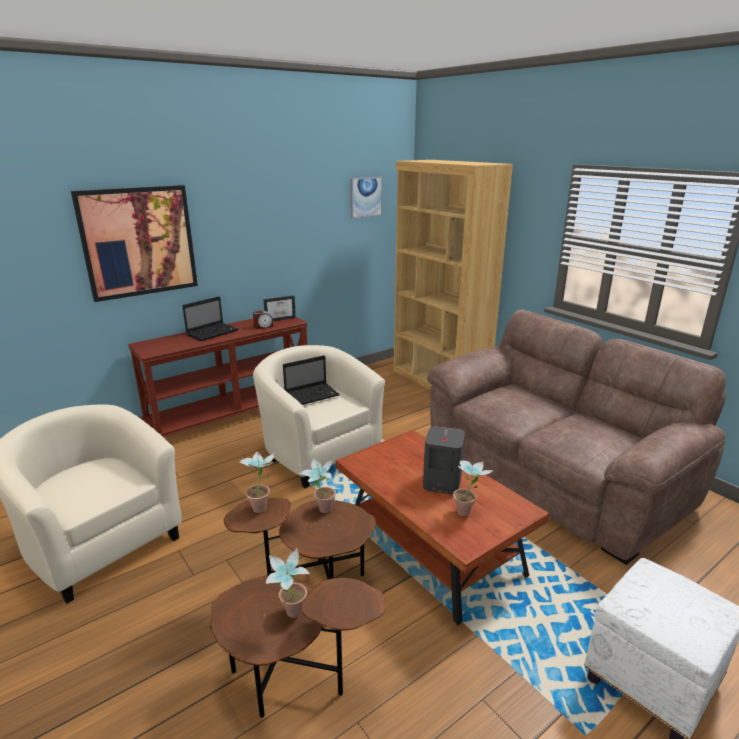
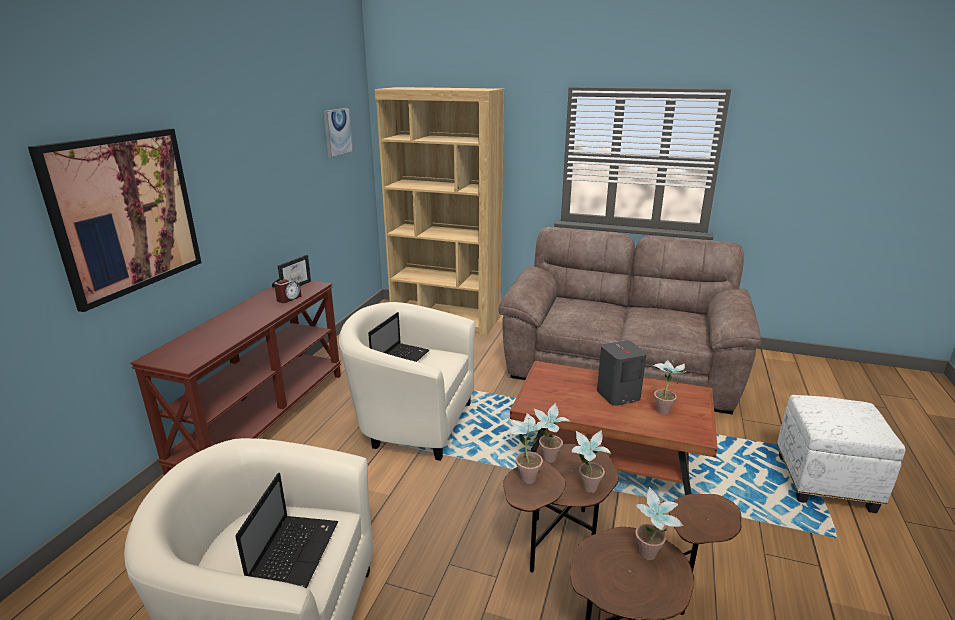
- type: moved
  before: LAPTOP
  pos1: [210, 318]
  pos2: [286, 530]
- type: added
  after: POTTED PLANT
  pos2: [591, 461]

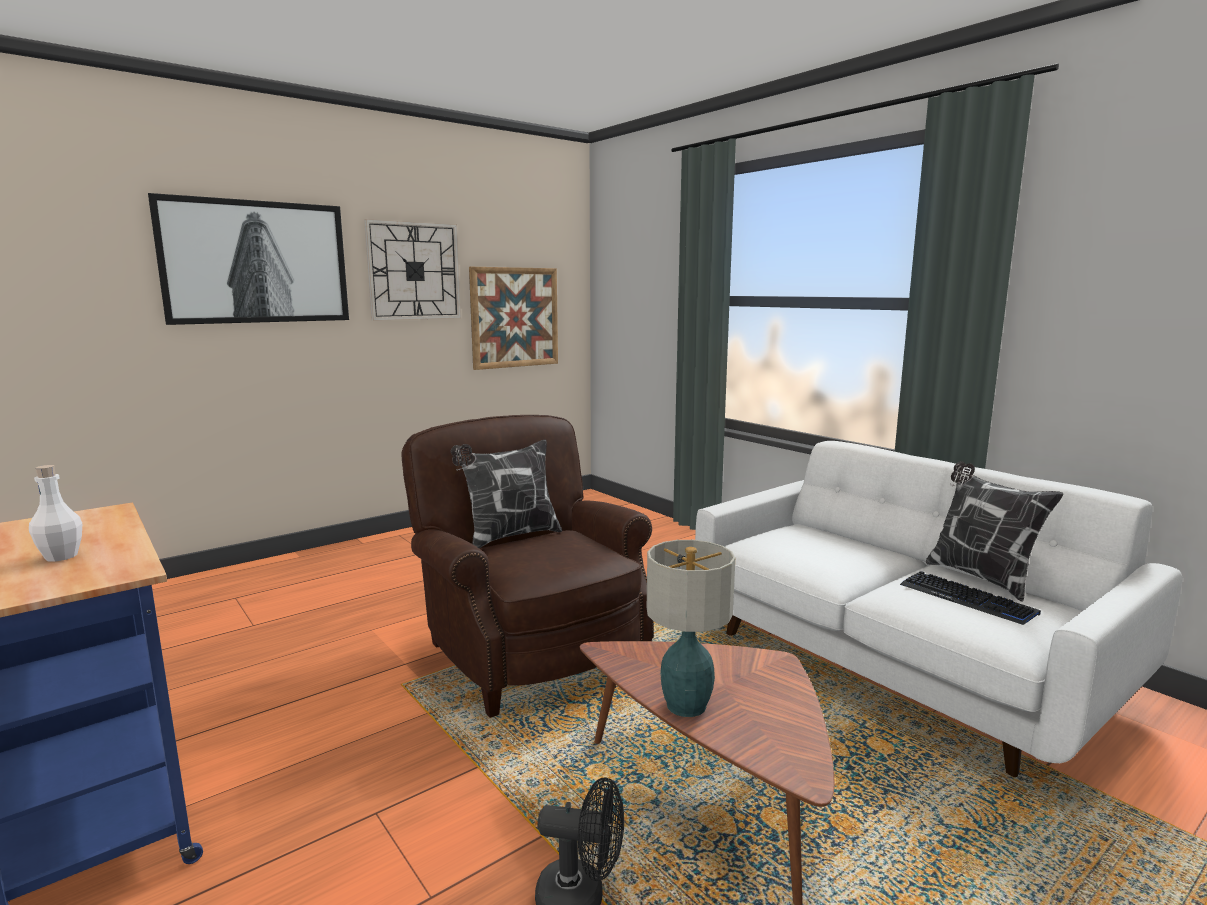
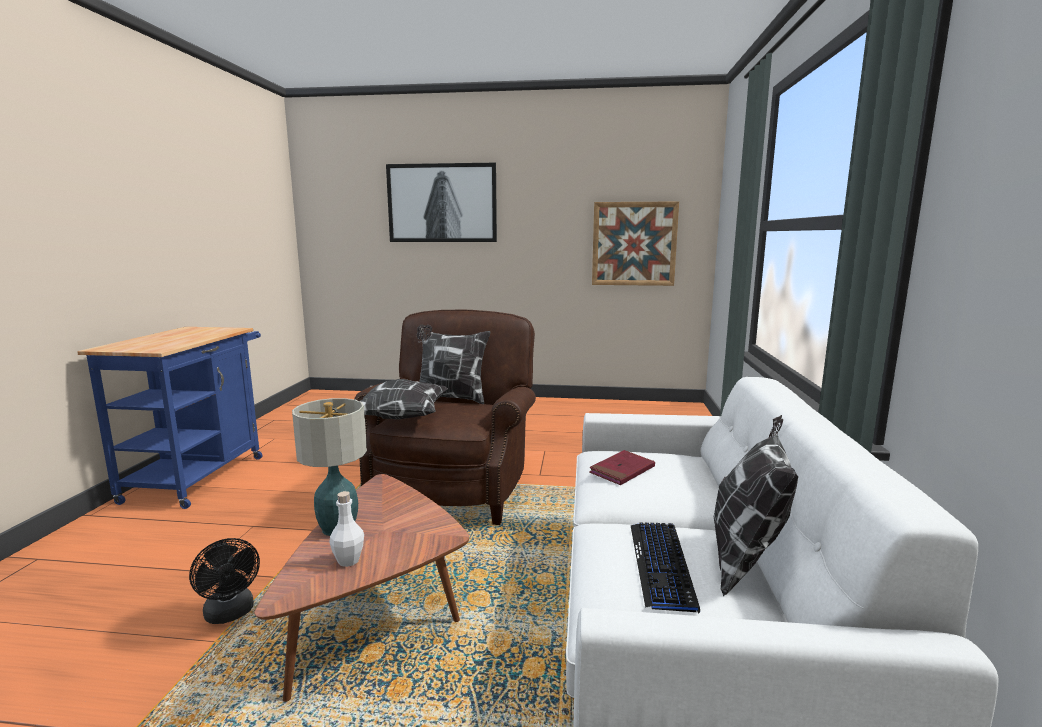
- type: removed
  before: WALL CLOCK
  pos1: [412, 270]
- type: moved
  before: WHITE BOTTLE
  pos1: [55, 513]
  pos2: [346, 529]
- type: added
  after: PILLOW
  pos2: [404, 399]
- type: added
  after: RED BOOK
  pos2: [622, 467]

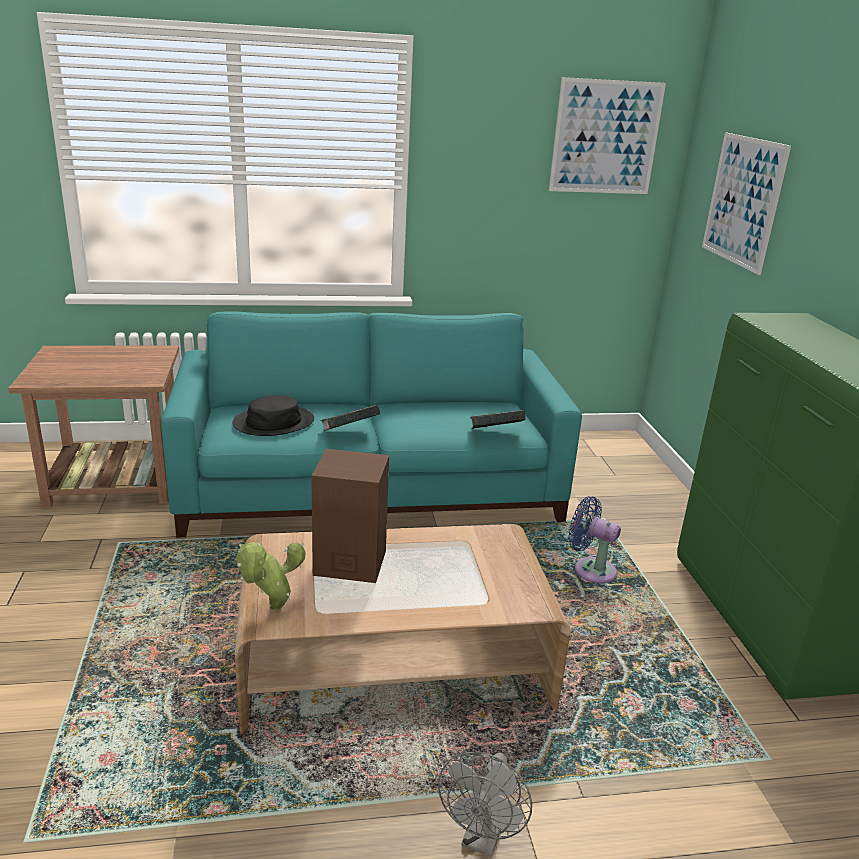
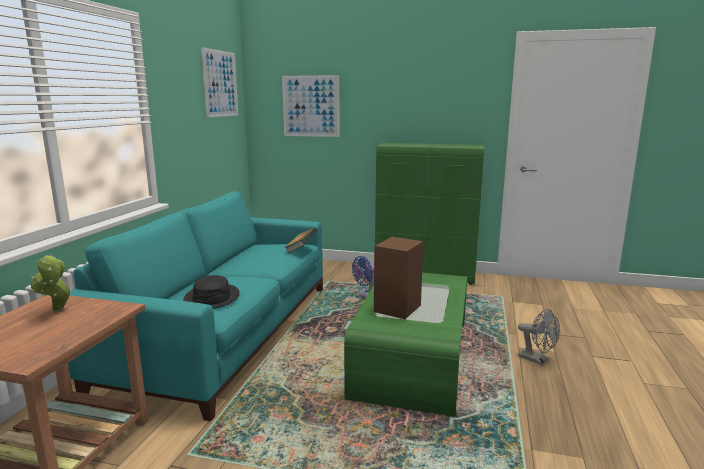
- type: removed
  before: BOOK
  pos1: [350, 418]
- type: recoloured
  before: BROWN COFFEE TABLE
  after: GREEN COFFEE TABLE
  pos1: [402, 629]
  pos2: [405, 344]
- type: moved
  before: POTTED PLANT
  pos1: [271, 576]
  pos2: [51, 283]

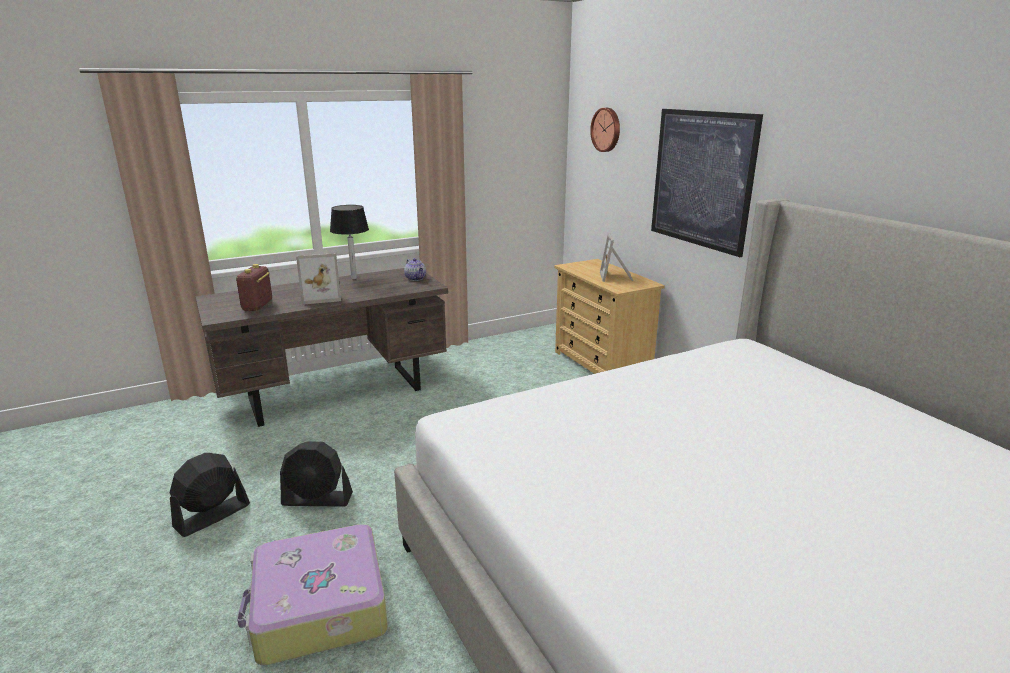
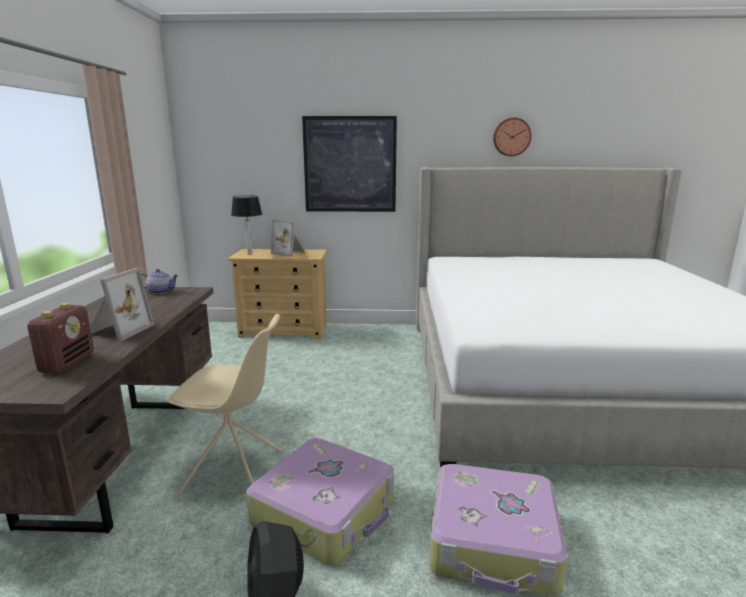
- type: moved
  before: WALL CLOCK
  pos1: [605, 130]
  pos2: [512, 137]
- type: moved
  before: TABLE LAMP
  pos1: [349, 242]
  pos2: [246, 225]
- type: turned
  before: RADIO
  pos1: [254, 287]
  pos2: [60, 338]
  turn: -120
- type: replaced
  before: BLACK FAN
  after: SUITCASE
  pos1: [316, 474]
  pos2: [320, 502]
- type: added
  after: BEIGE CHAIR
  pos2: [225, 404]

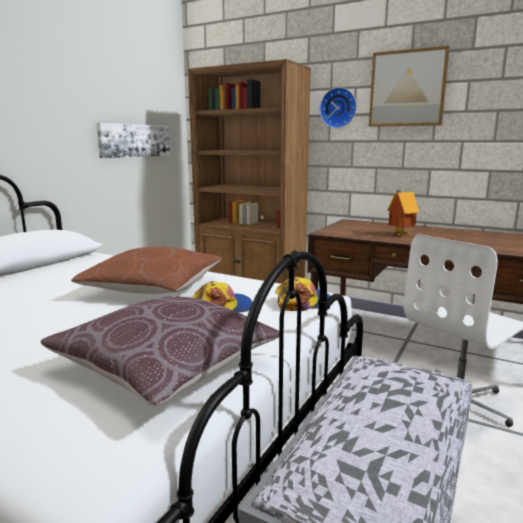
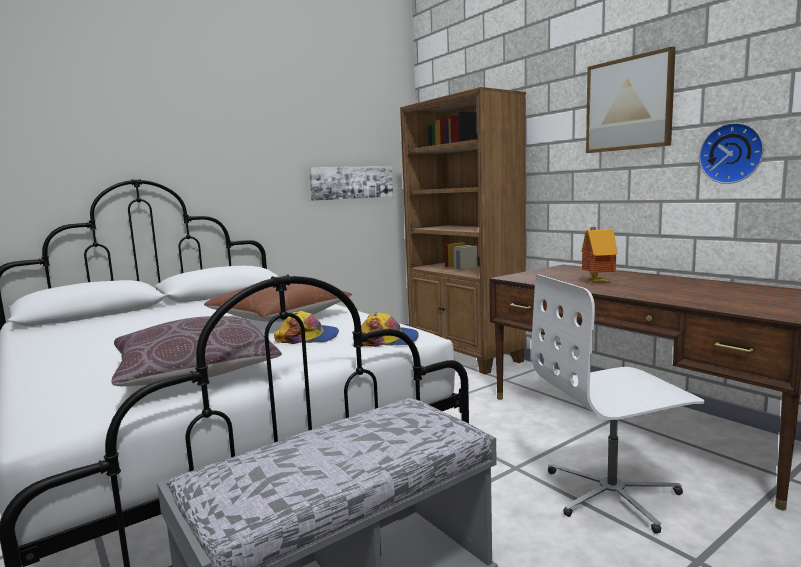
- type: moved
  before: WALL CLOCK
  pos1: [338, 107]
  pos2: [731, 153]

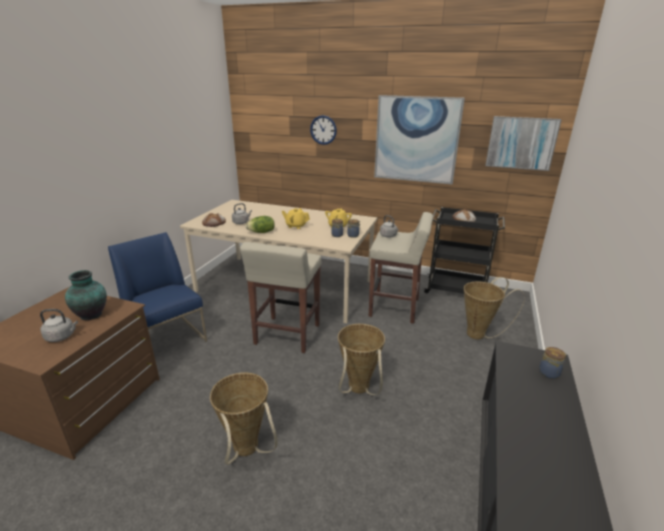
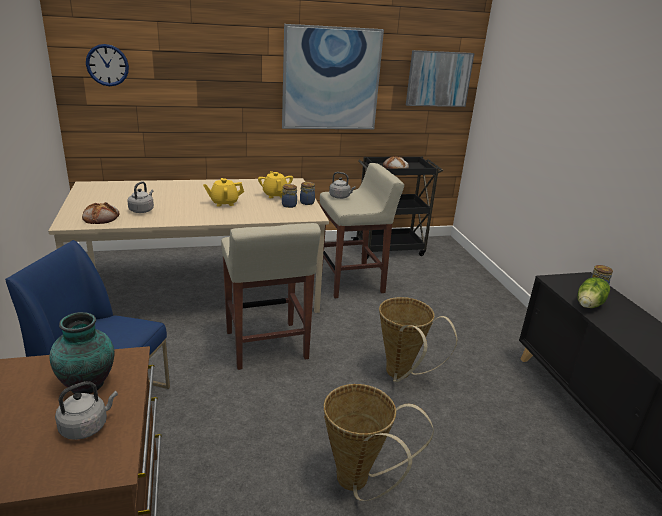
- type: moved
  before: WALL CLOCK
  pos1: [323, 130]
  pos2: [107, 65]
- type: moved
  before: LETTUCE
  pos1: [260, 224]
  pos2: [594, 292]
- type: removed
  before: BASKET
  pos1: [494, 308]

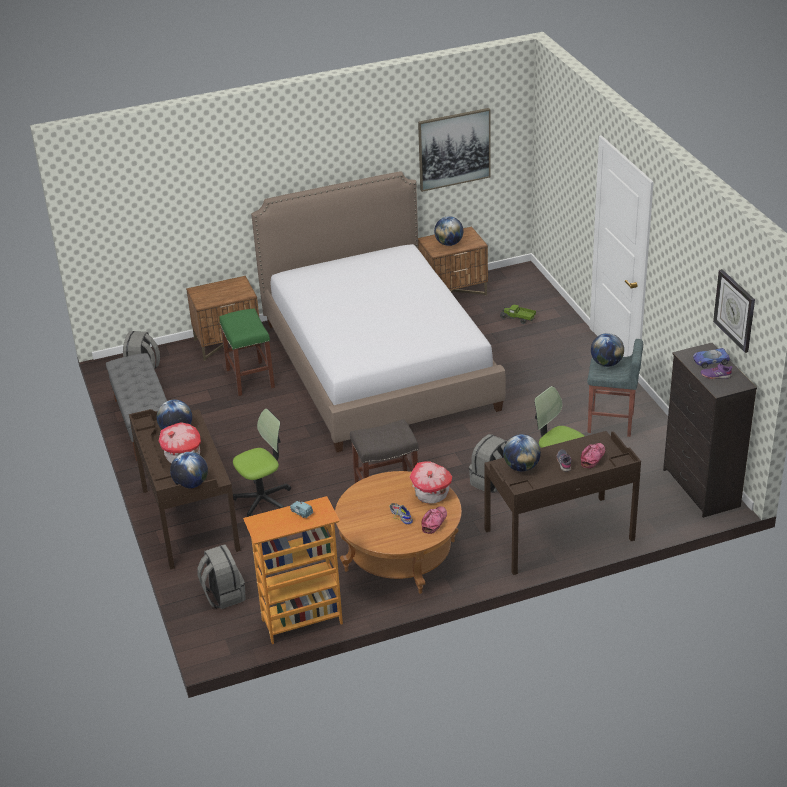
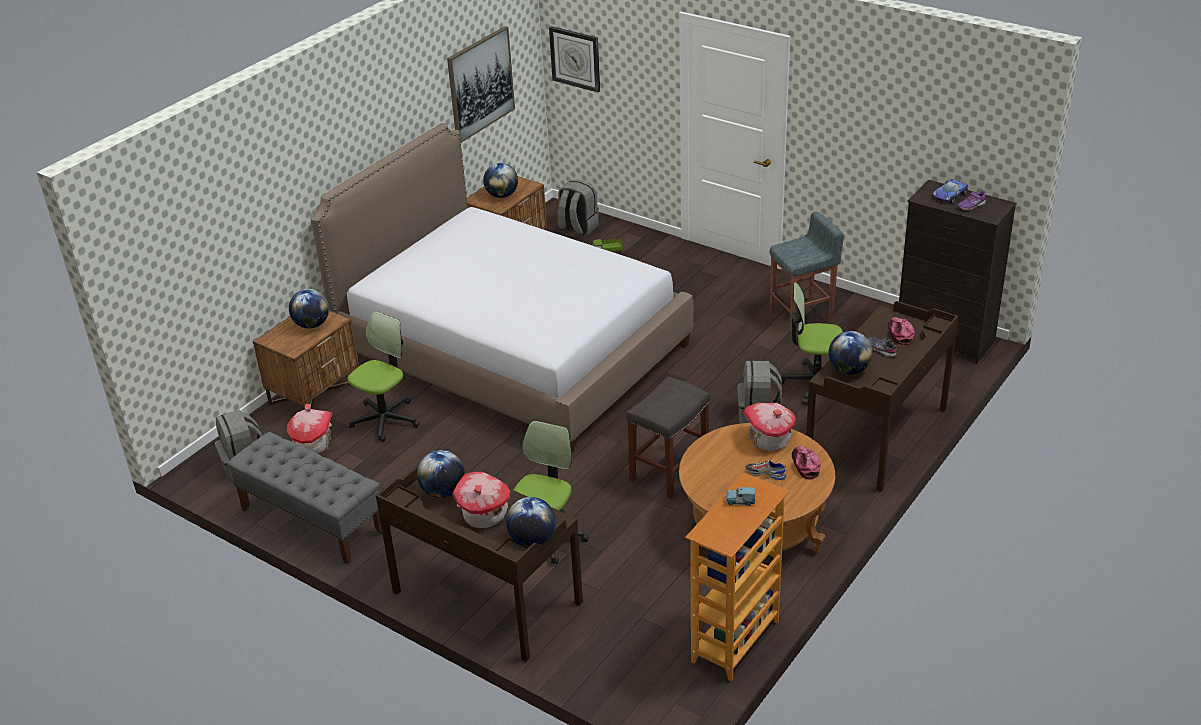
- type: moved
  before: WALL CLOCK
  pos1: [734, 311]
  pos2: [574, 59]
- type: replaced
  before: GREEN STOOL
  after: OFFICE CHAIR
  pos1: [247, 352]
  pos2: [384, 376]
- type: moved
  before: GLOBE
  pos1: [607, 350]
  pos2: [309, 309]
- type: moved
  before: GREY BACKPACK
  pos1: [221, 576]
  pos2: [578, 208]
- type: added
  after: TOY HOUSE
  pos2: [309, 429]

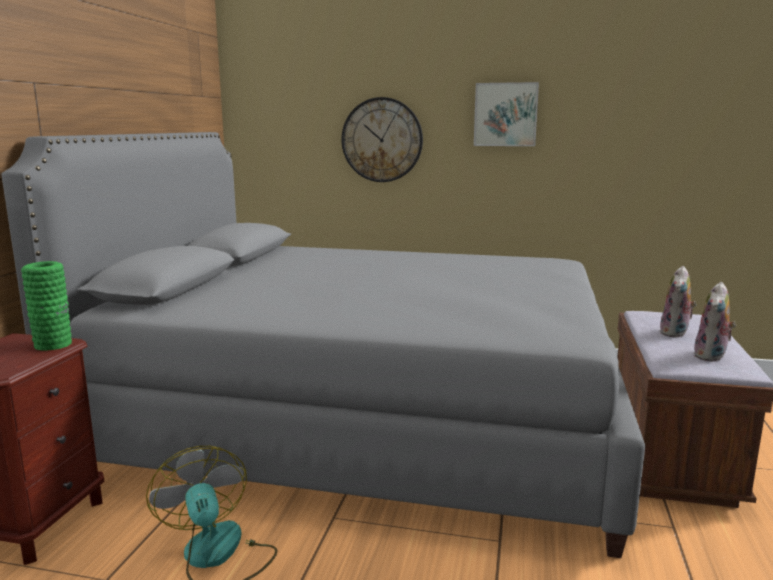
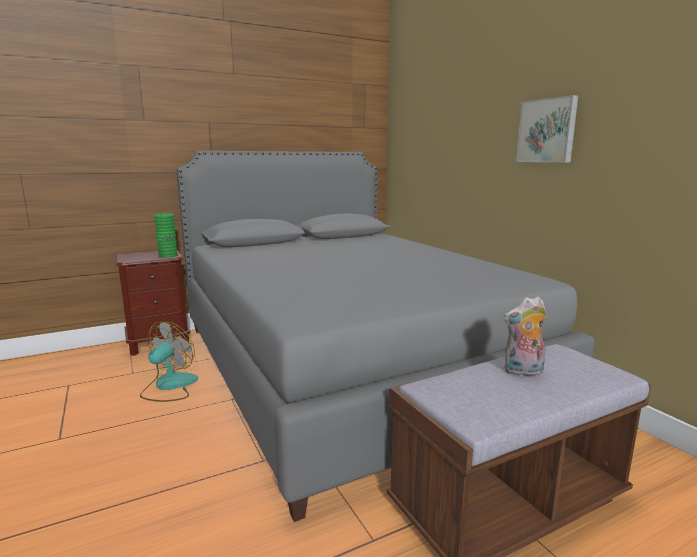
- type: removed
  before: WALL CLOCK
  pos1: [382, 139]
- type: removed
  before: PLUSH TOY
  pos1: [715, 322]

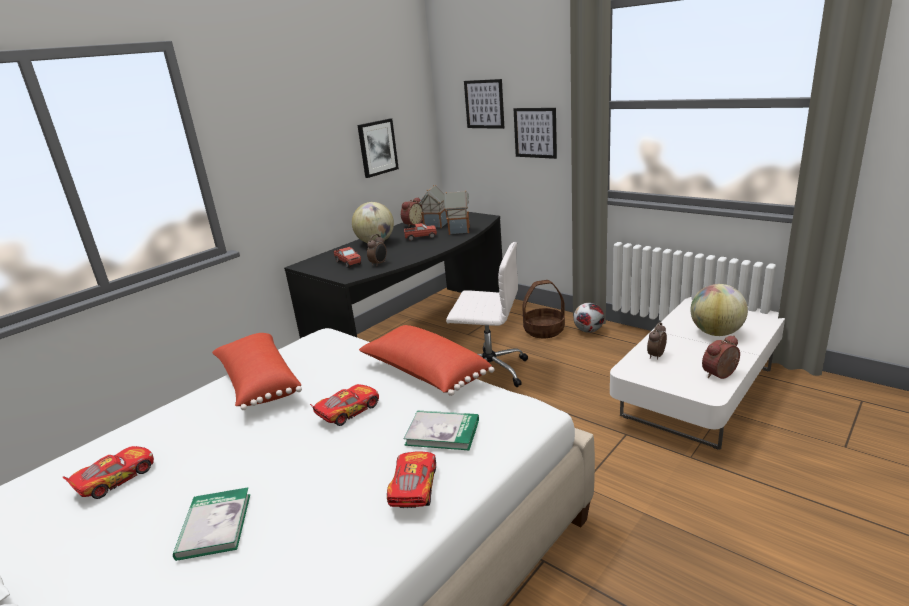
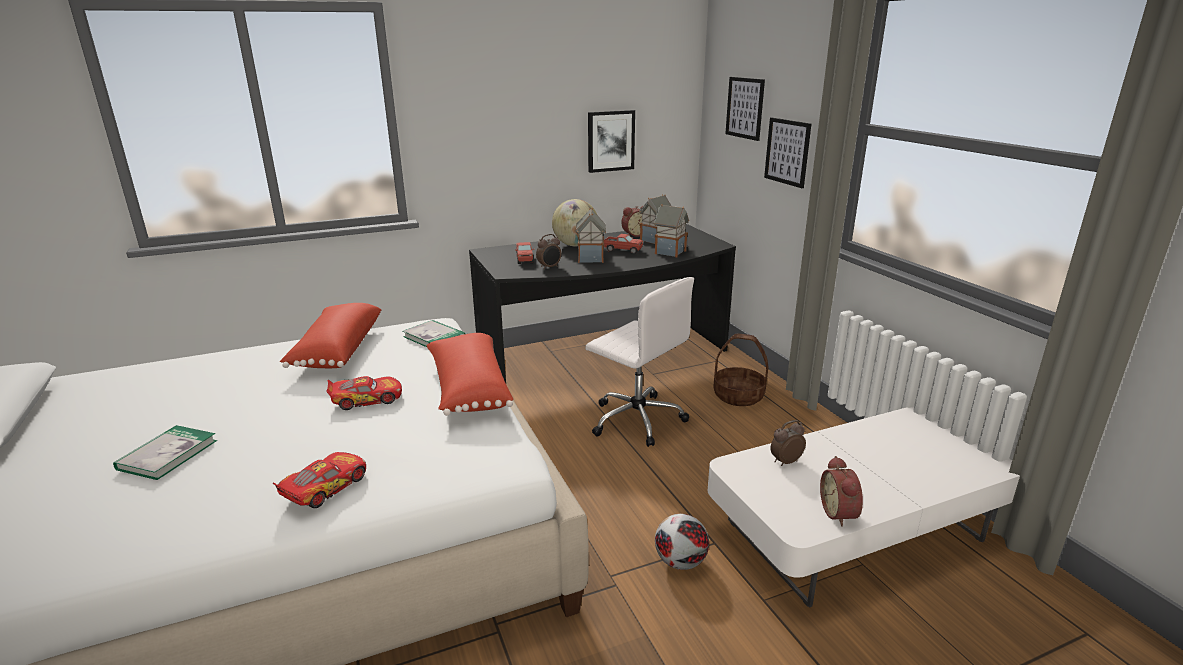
- type: removed
  before: GLOBE
  pos1: [719, 310]
- type: moved
  before: FOOTBALL
  pos1: [588, 318]
  pos2: [682, 542]
- type: turned
  before: ALARM CLOCK
  pos1: [721, 357]
  pos2: [841, 491]
  turn: -90
- type: moved
  before: BOOK
  pos1: [441, 430]
  pos2: [434, 333]
- type: removed
  before: TOY CAR
  pos1: [108, 472]
- type: added
  after: TOY HOUSE
  pos2: [591, 235]

